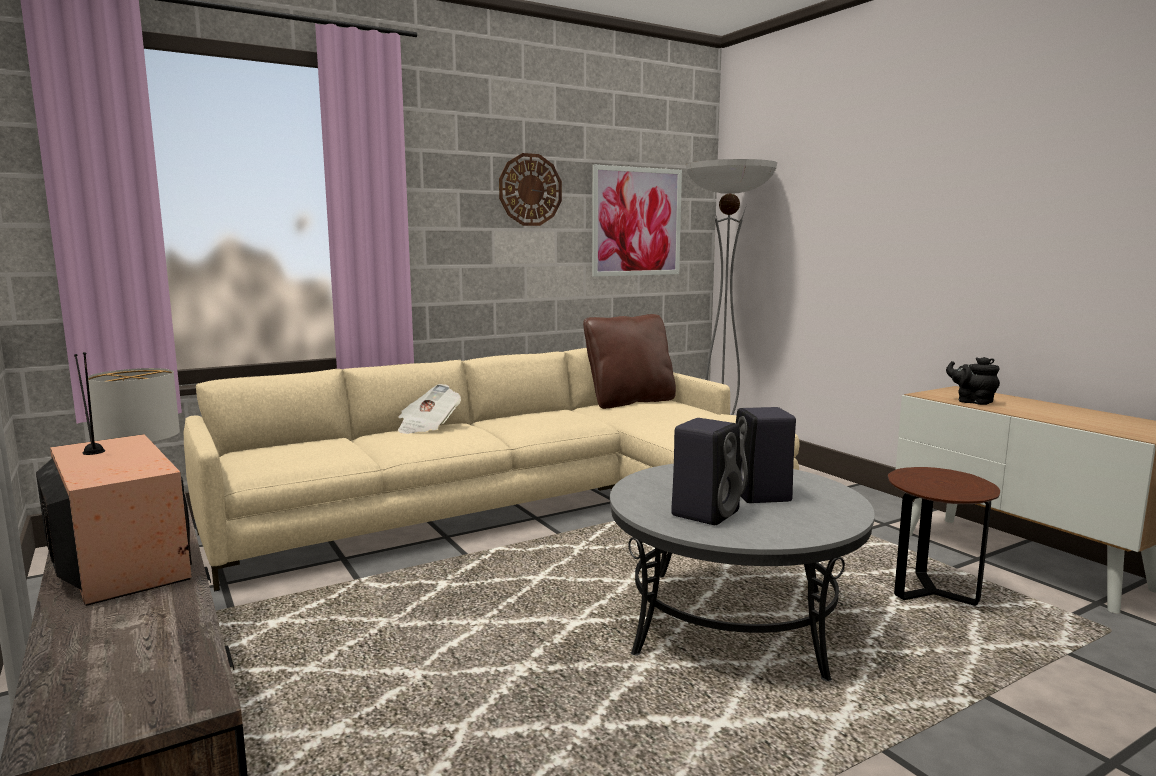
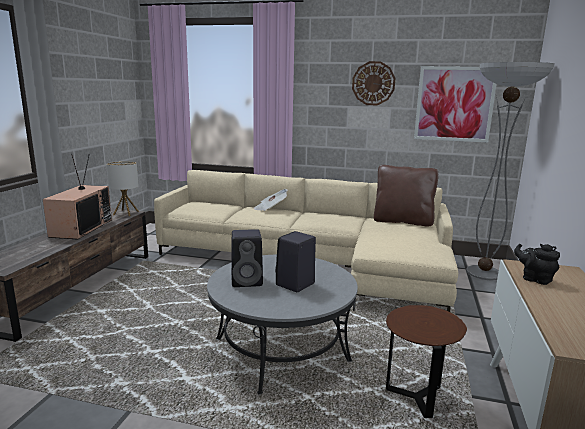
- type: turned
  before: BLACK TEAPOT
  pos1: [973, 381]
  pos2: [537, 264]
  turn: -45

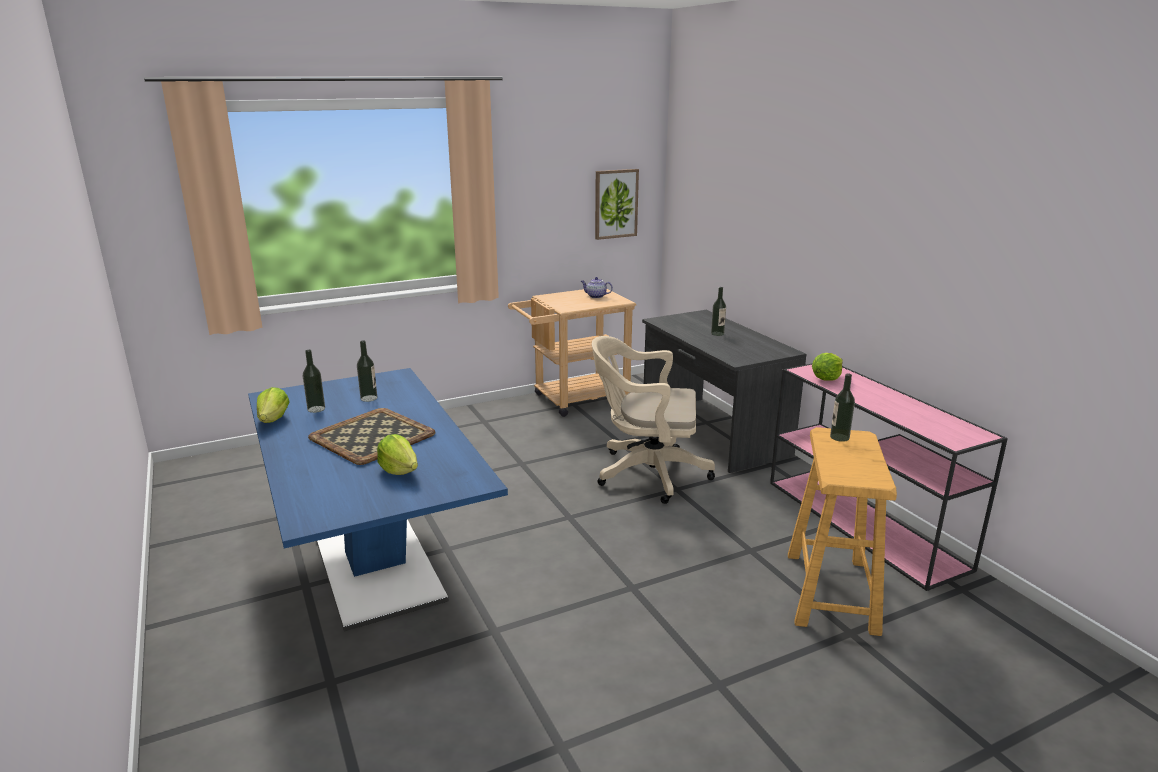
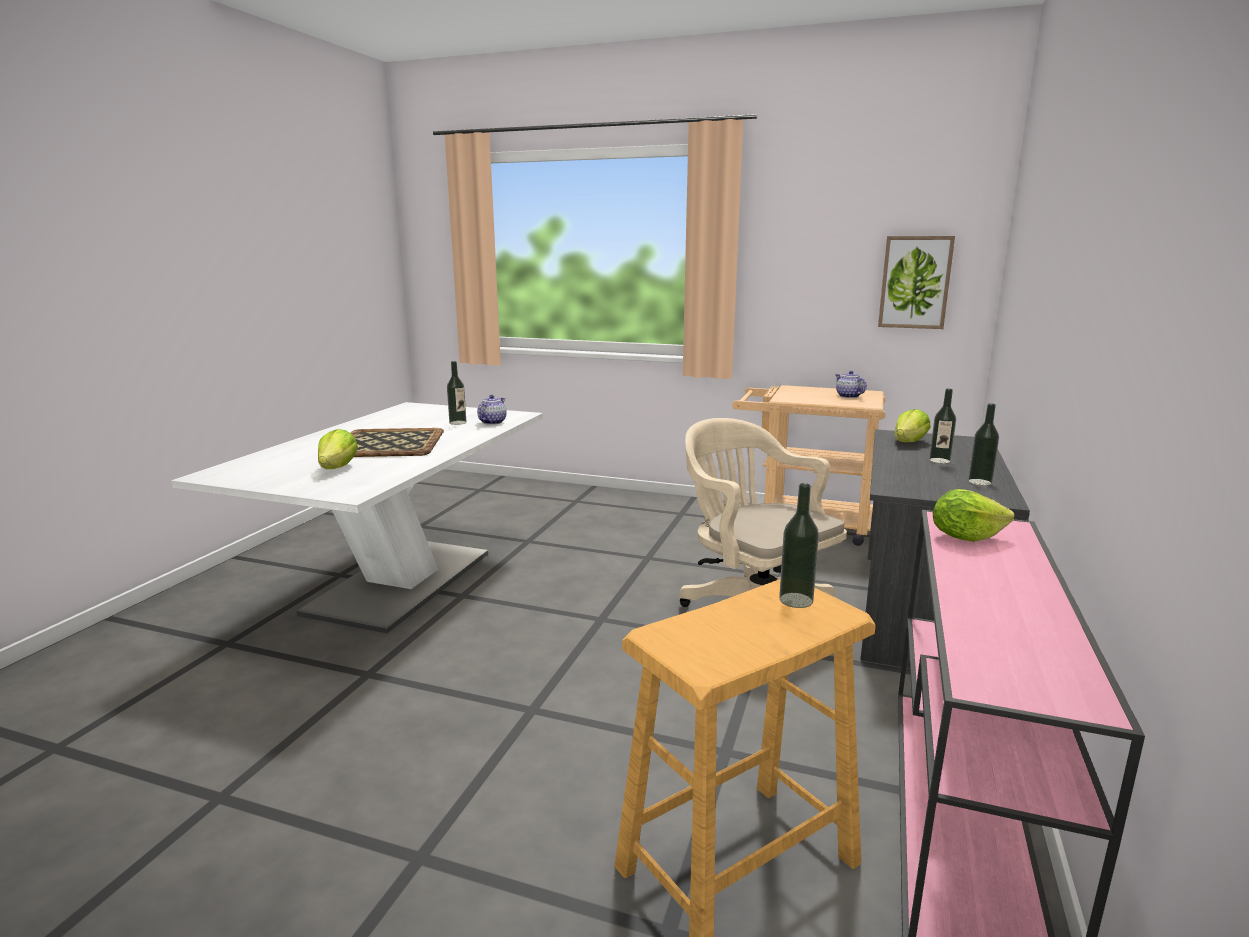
- type: moved
  before: BOTTLE
  pos1: [314, 381]
  pos2: [983, 444]
- type: recoloured
  before: BLUE DINING TABLE
  after: WHITE DINING TABLE
  pos1: [378, 500]
  pos2: [357, 517]
- type: moved
  before: LETTUCE
  pos1: [273, 405]
  pos2: [912, 425]
- type: added
  after: TEAPOT
  pos2: [492, 410]

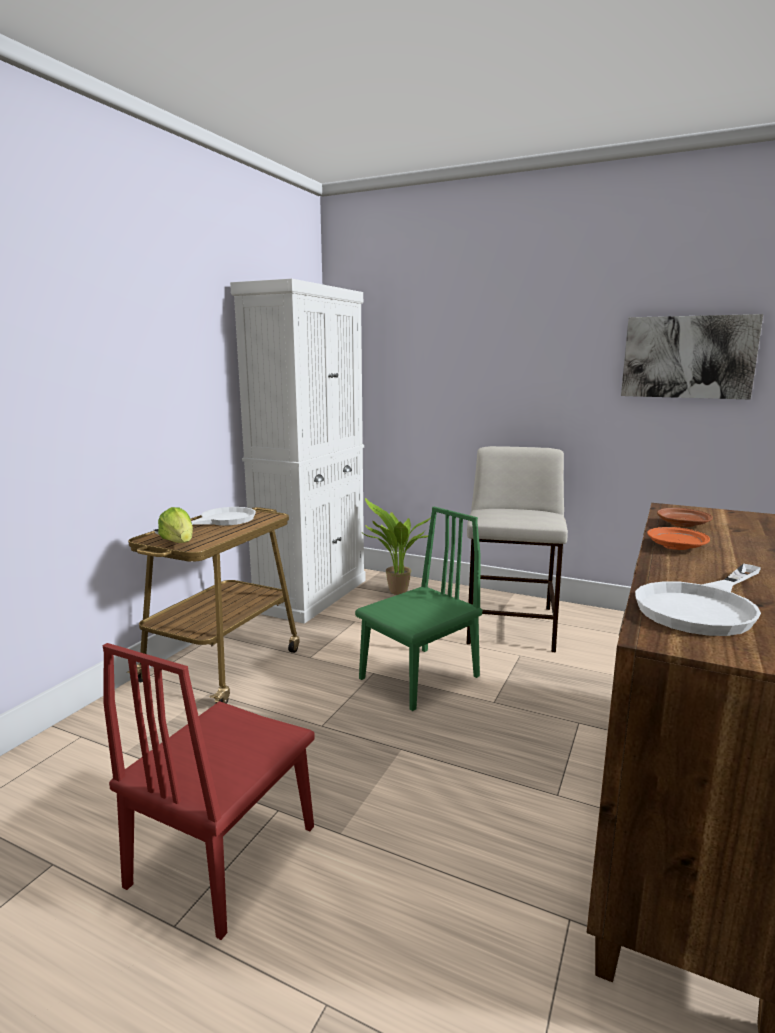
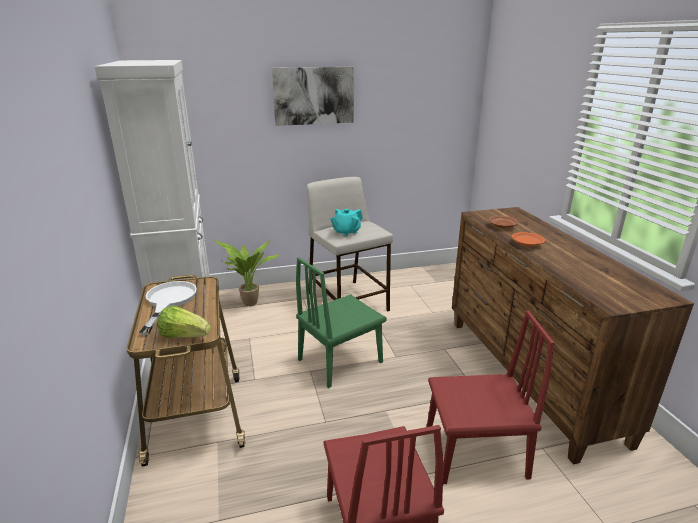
- type: moved
  before: PICTURE
  pos1: [692, 356]
  pos2: [313, 96]
- type: turned
  before: GREEN CHAIR
  pos1: [418, 609]
  pos2: [341, 322]
  turn: -135
- type: removed
  before: WHITE FRYING PAN
  pos1: [698, 600]
- type: added
  after: TURQUOISE TEAPOT
  pos2: [346, 222]
- type: added
  after: RED CHAIR
  pos2: [490, 397]

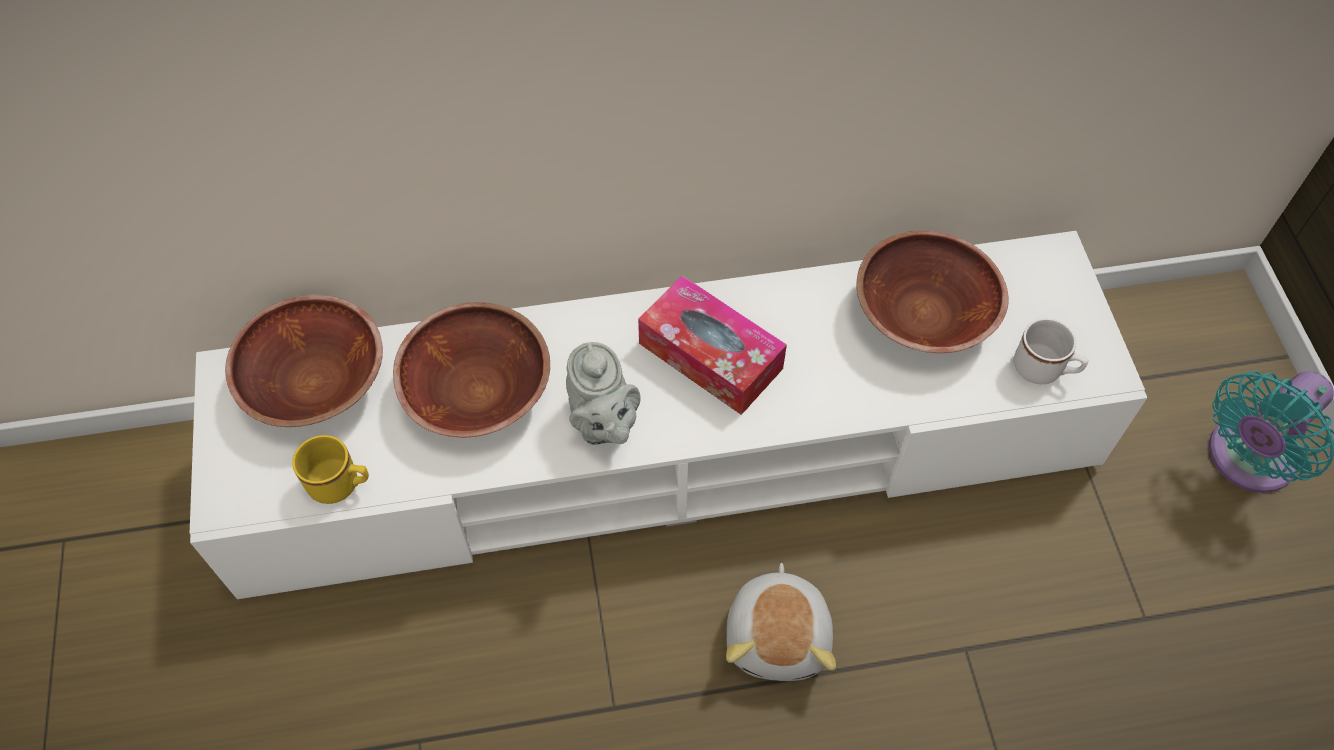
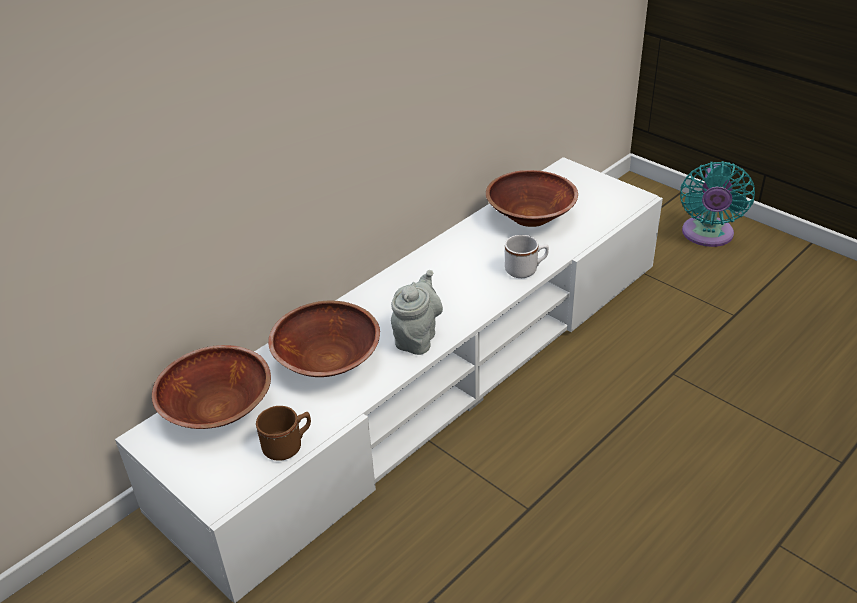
- type: removed
  before: TISSUE BOX
  pos1: [712, 345]
- type: moved
  before: WHITE MUG
  pos1: [1051, 351]
  pos2: [527, 256]
- type: turned
  before: GREY TEAPOT
  pos1: [603, 393]
  pos2: [417, 312]
  turn: -105
- type: recoloured
  before: YELLOW MUG
  after: BROWN MUG
  pos1: [330, 469]
  pos2: [283, 433]
- type: removed
  before: PLUSH TOY
  pos1: [781, 622]

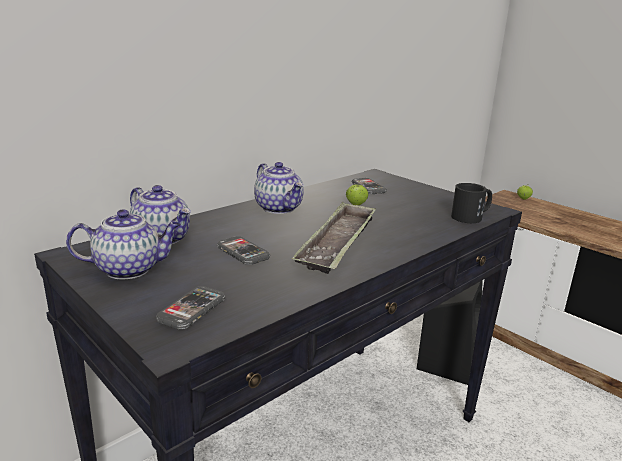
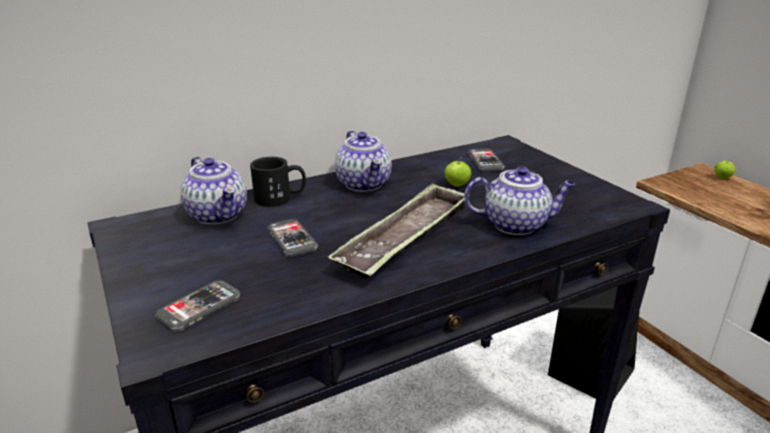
- type: moved
  before: BLACK MUG
  pos1: [471, 203]
  pos2: [278, 182]
- type: moved
  before: TEAPOT
  pos1: [123, 244]
  pos2: [520, 200]

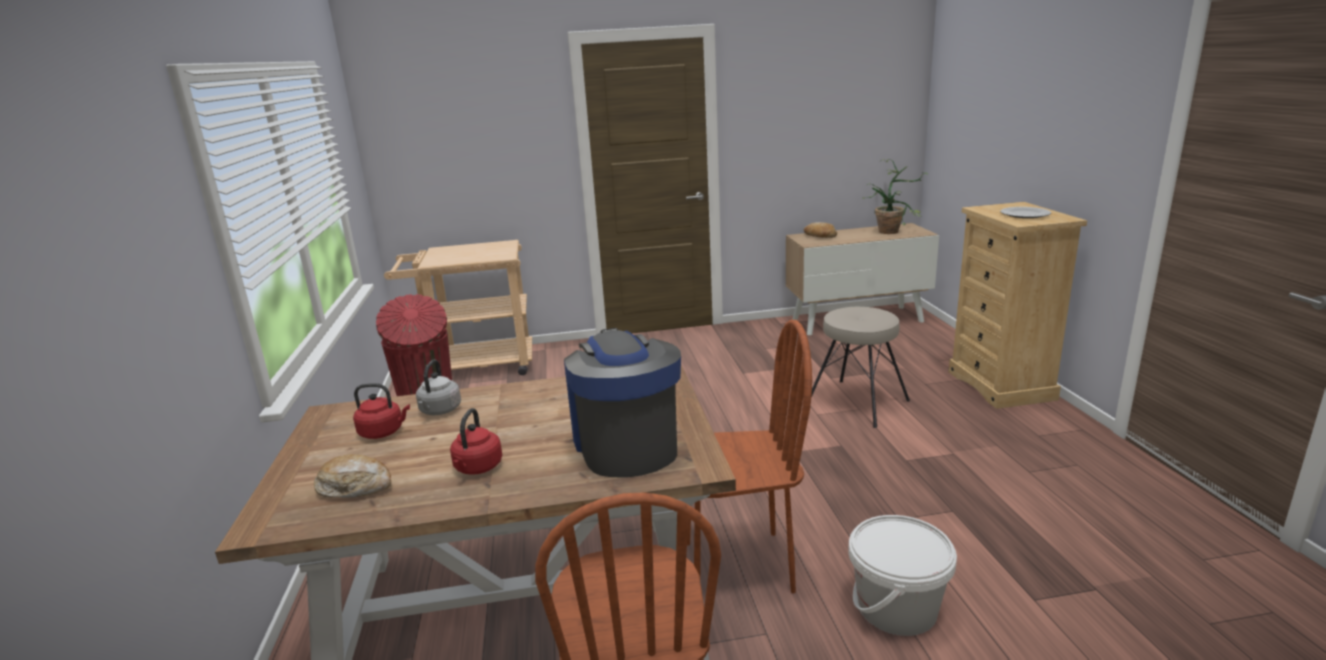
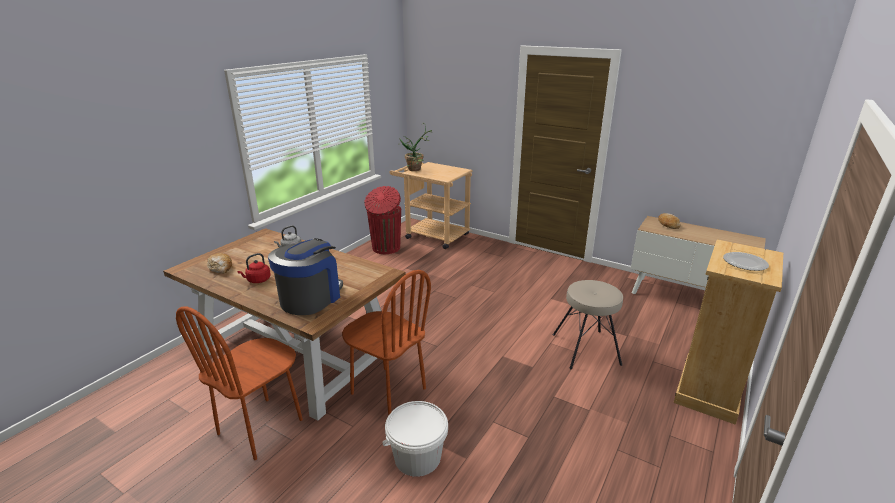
- type: moved
  before: POTTED PLANT
  pos1: [895, 196]
  pos2: [416, 147]
- type: removed
  before: RED KETTLE
  pos1: [381, 411]

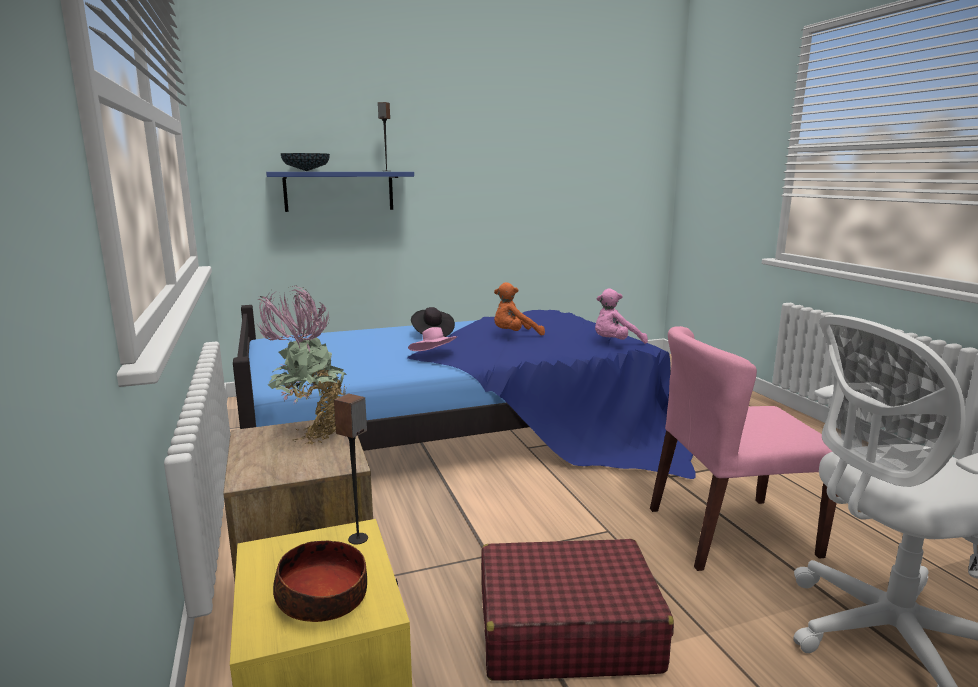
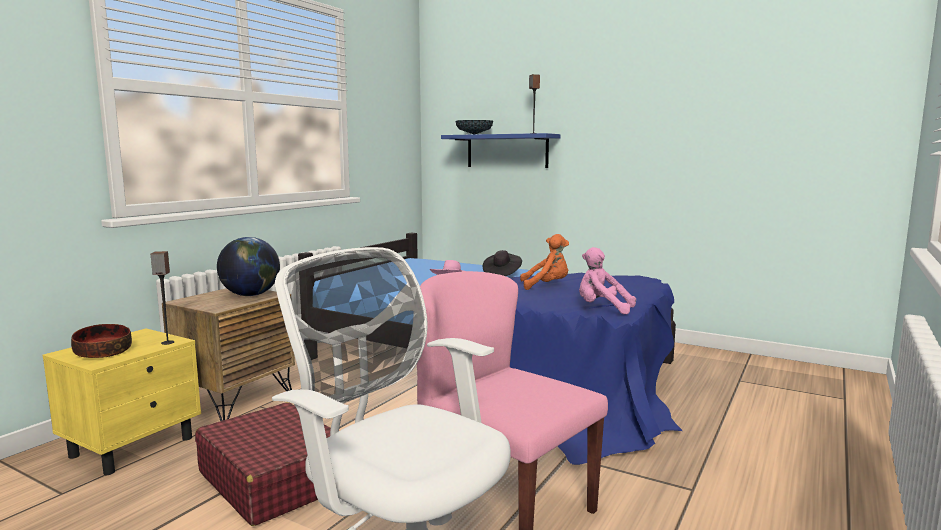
- type: turned
  before: ORANGE PLUSH TOY
  pos1: [519, 309]
  pos2: [544, 262]
  turn: 150
- type: replaced
  before: POTTED PLANT
  after: GLOBE
  pos1: [303, 365]
  pos2: [248, 266]

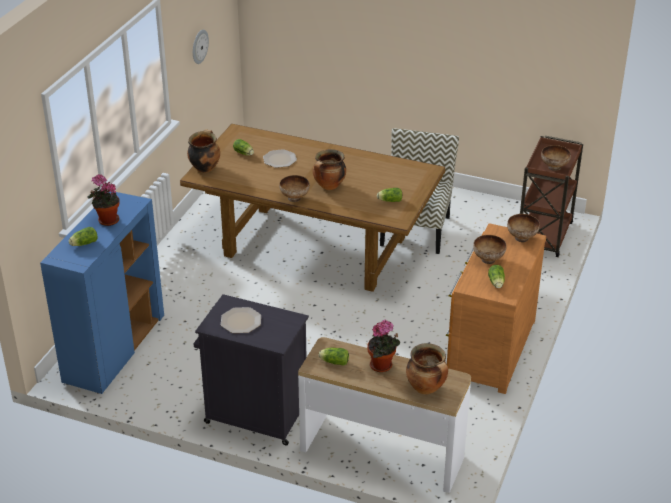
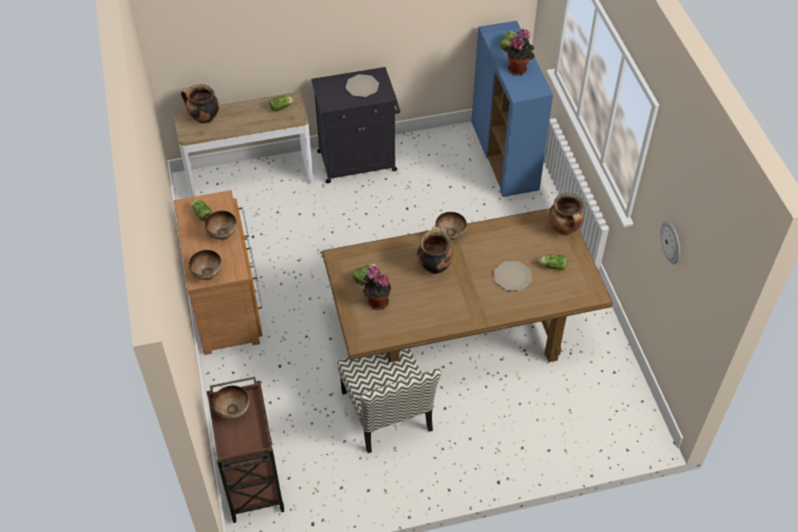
- type: moved
  before: POTTED PLANT
  pos1: [384, 345]
  pos2: [375, 287]

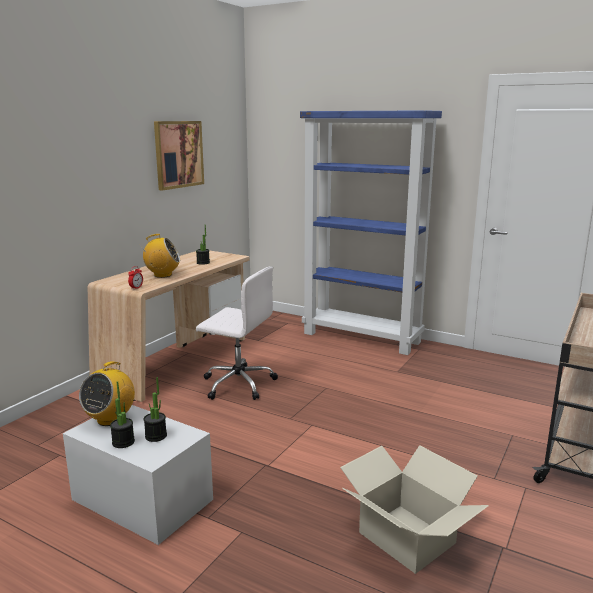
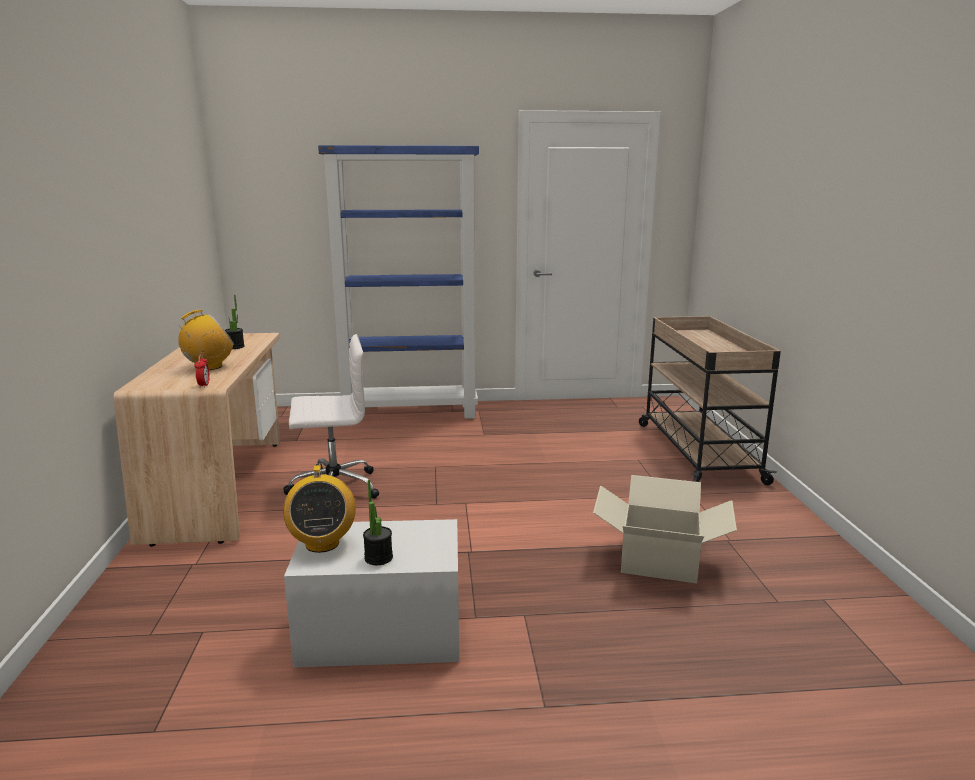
- type: removed
  before: PICTURE
  pos1: [179, 156]
- type: removed
  before: POTTED PLANT
  pos1: [155, 409]

